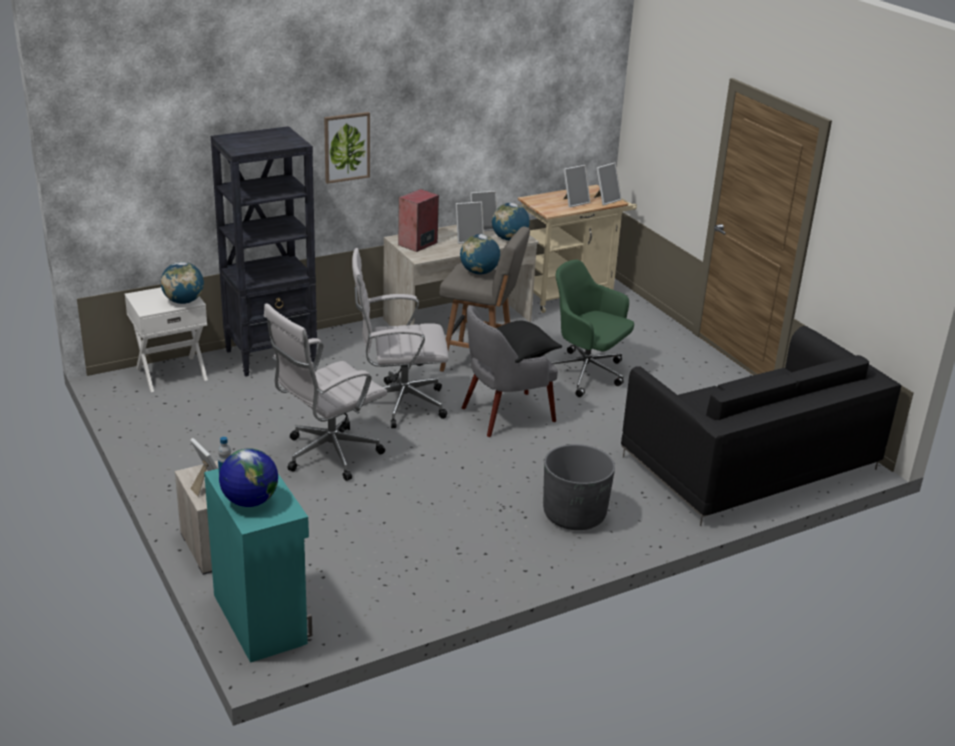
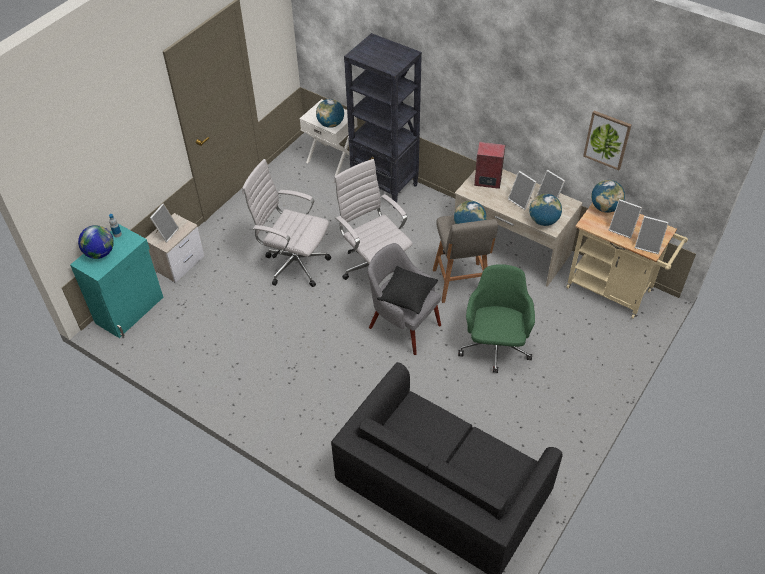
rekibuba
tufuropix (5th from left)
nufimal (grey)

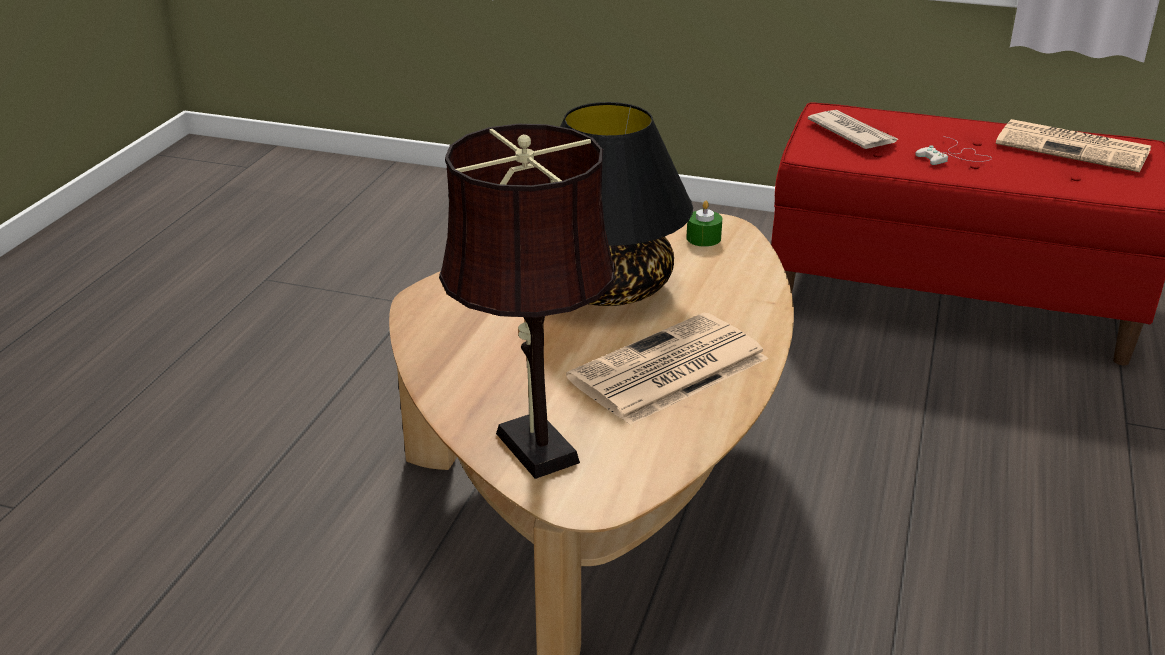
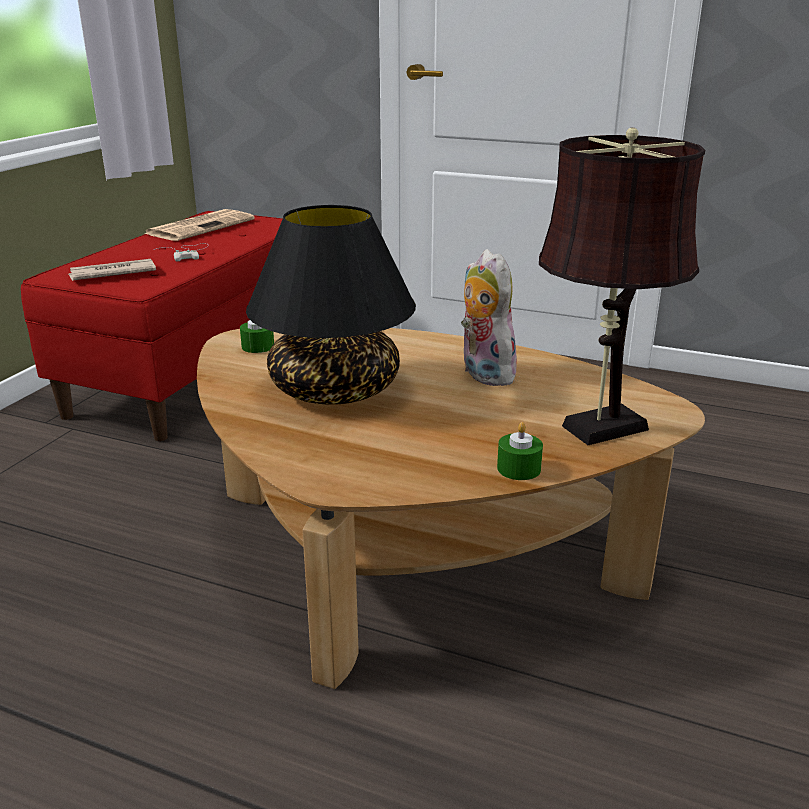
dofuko
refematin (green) (2nd from left)

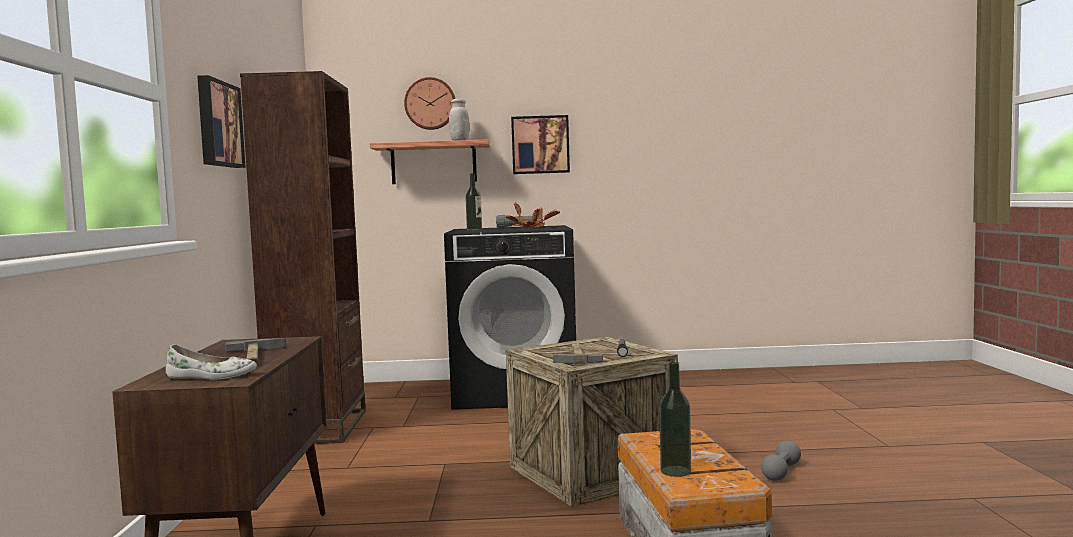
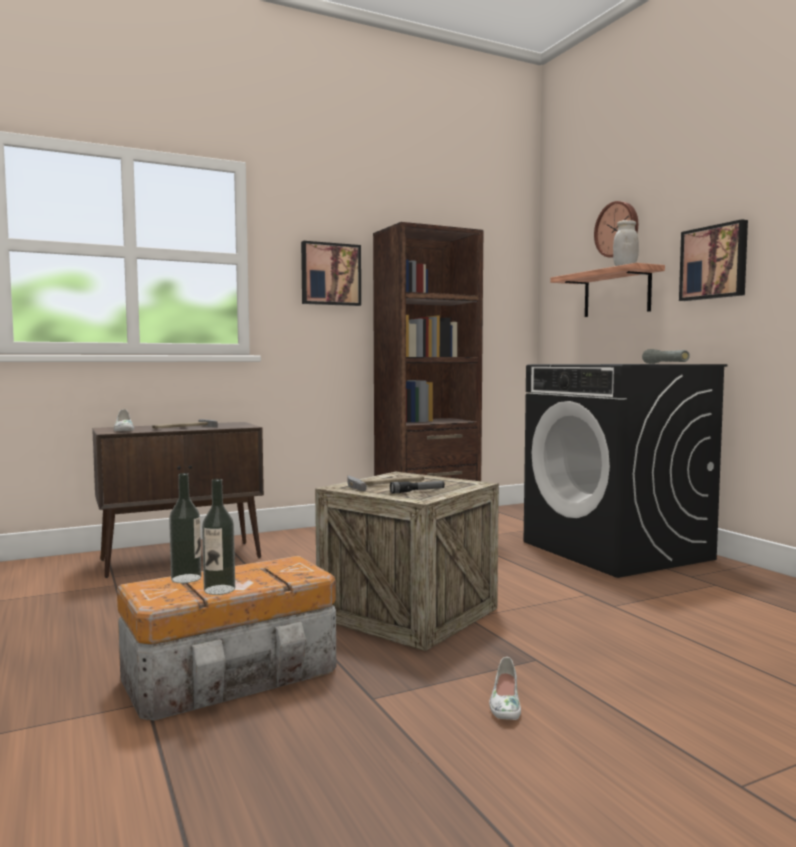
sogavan (2nd from left)
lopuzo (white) (2nd from left)
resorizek

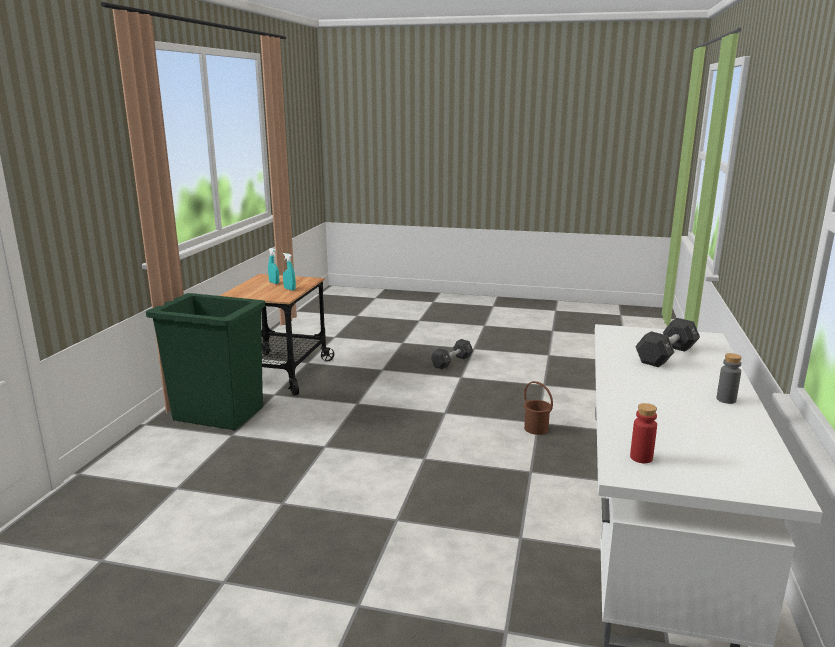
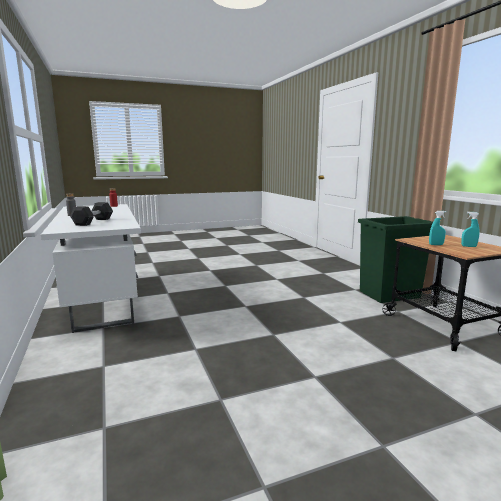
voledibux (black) (1st from left in the first image)
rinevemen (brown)

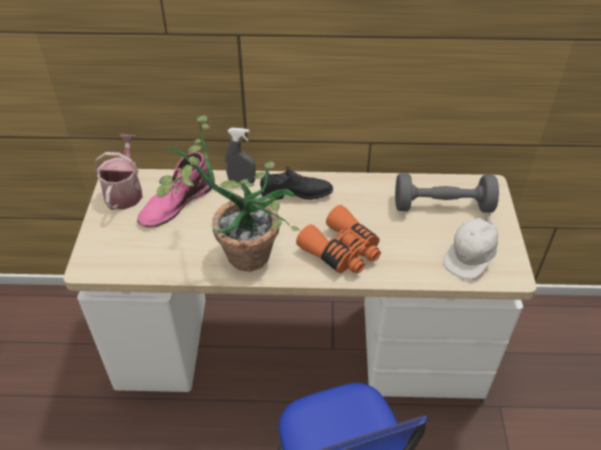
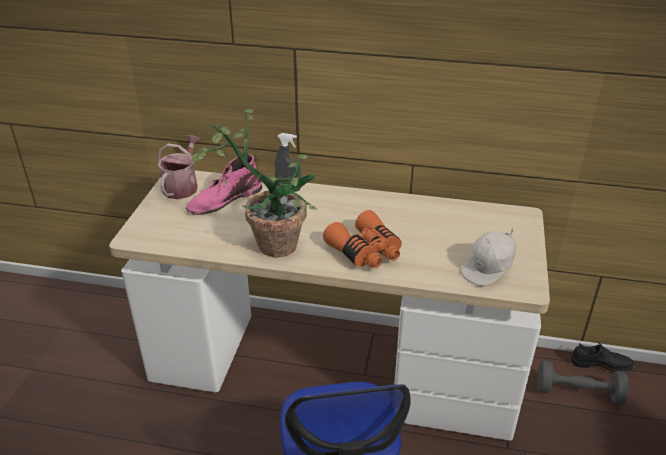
voledibux (grey)
lopuzo (black)

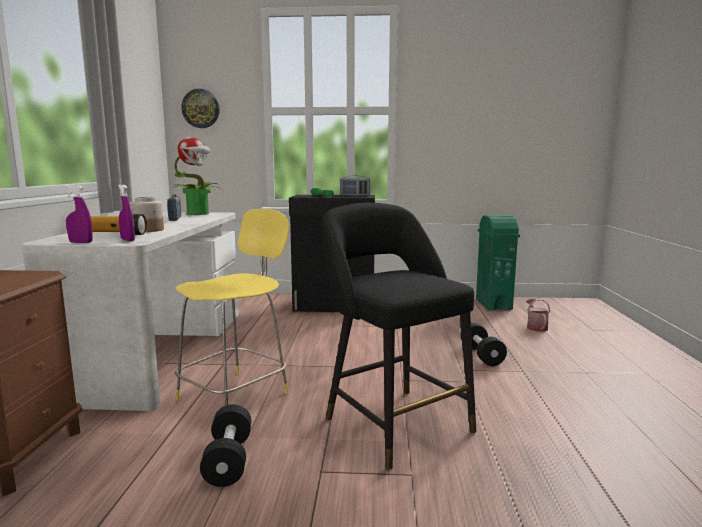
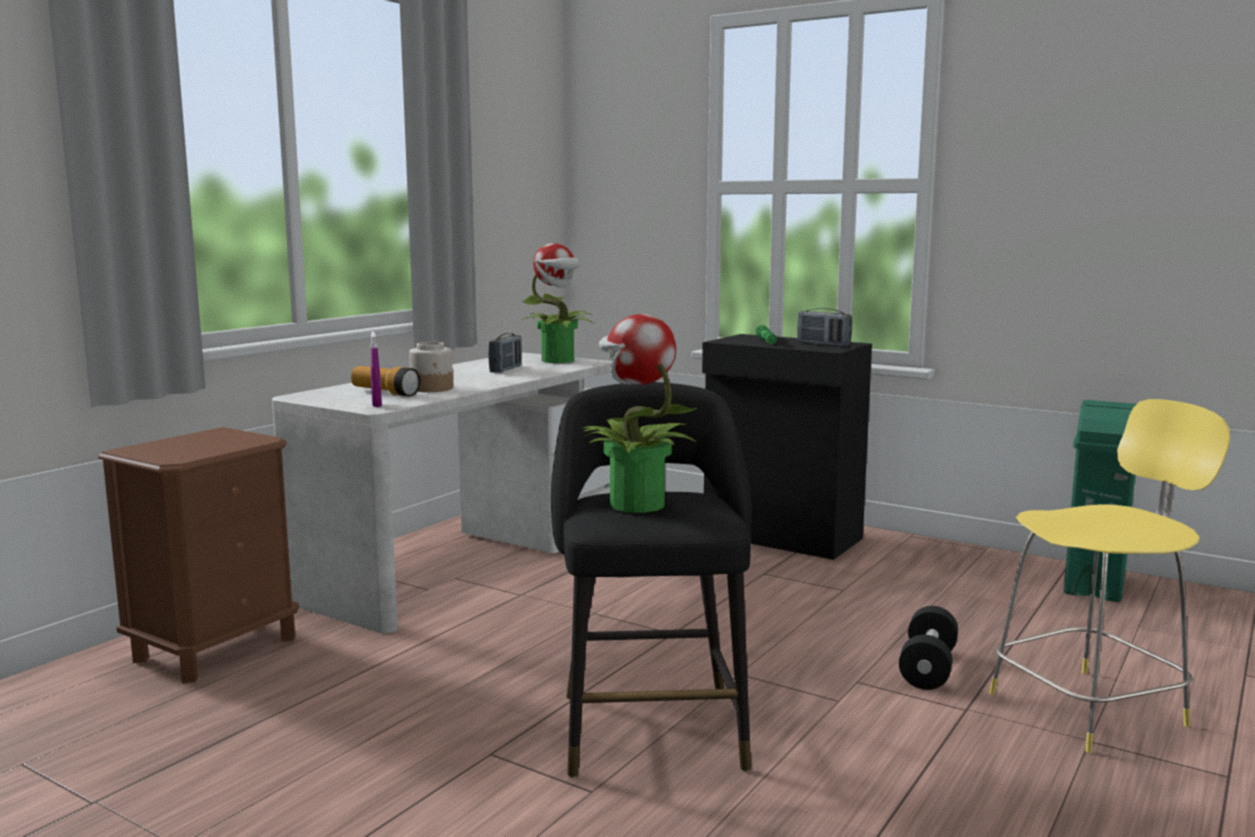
resorizek (2nd from left)
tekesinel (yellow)
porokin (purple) (1st from left in the first image)
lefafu
voledibux (black) (1st from left in the first image)
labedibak

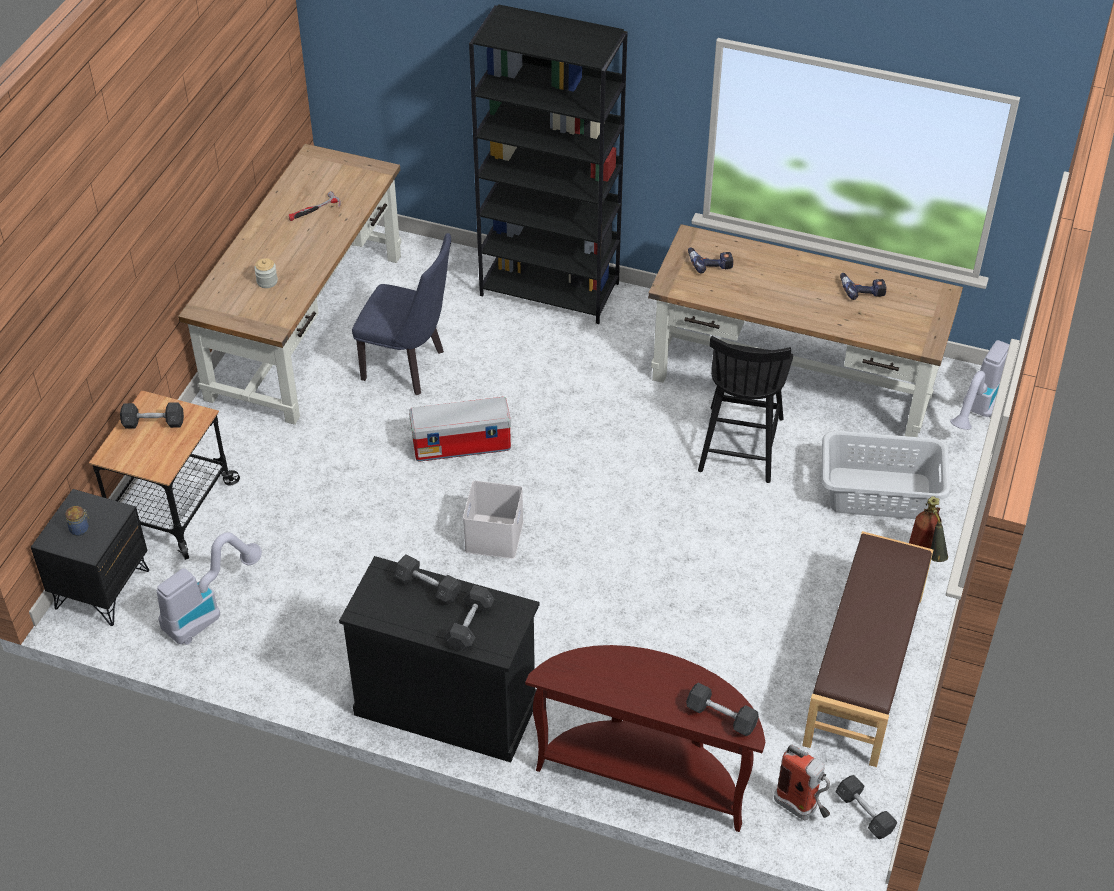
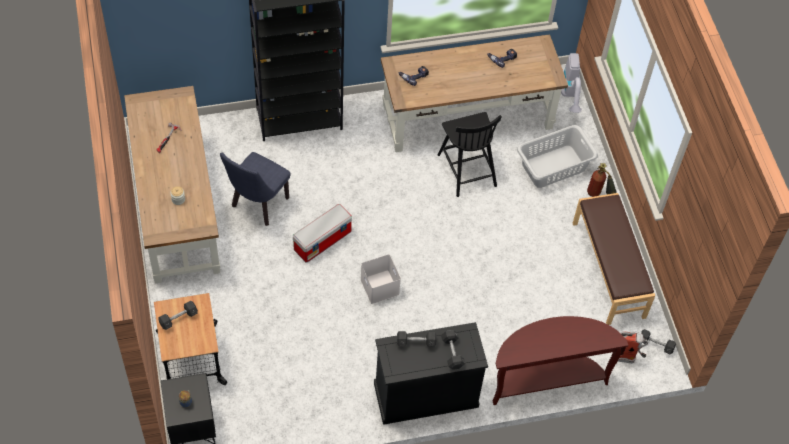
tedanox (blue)
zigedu (1st from left in the first image)
voledibux (grey) (4th from left in the first image)

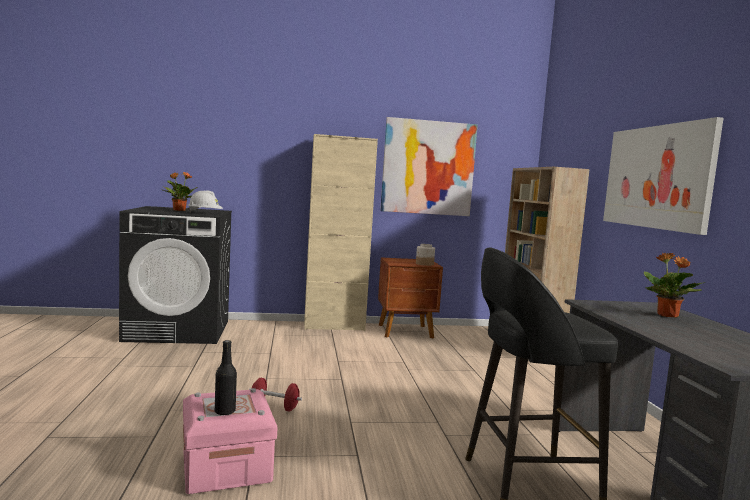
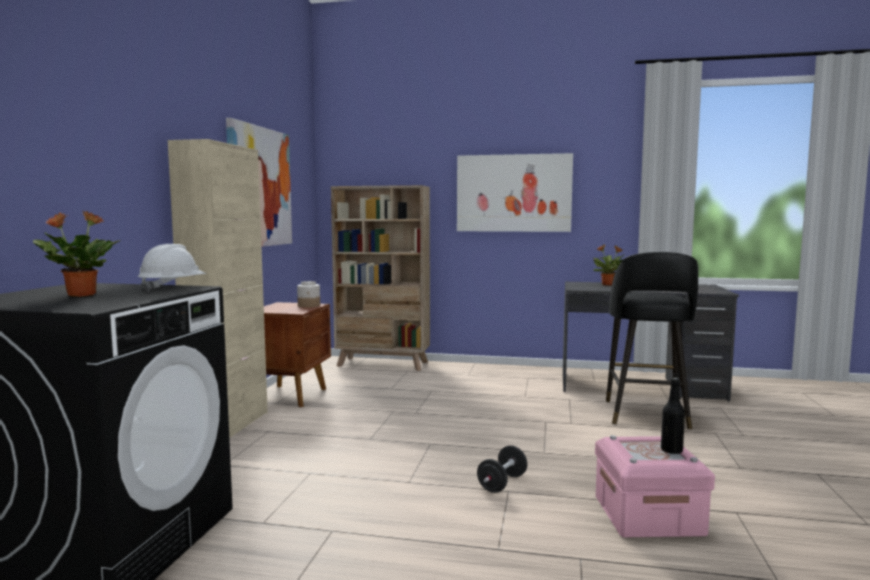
voledibux (black)

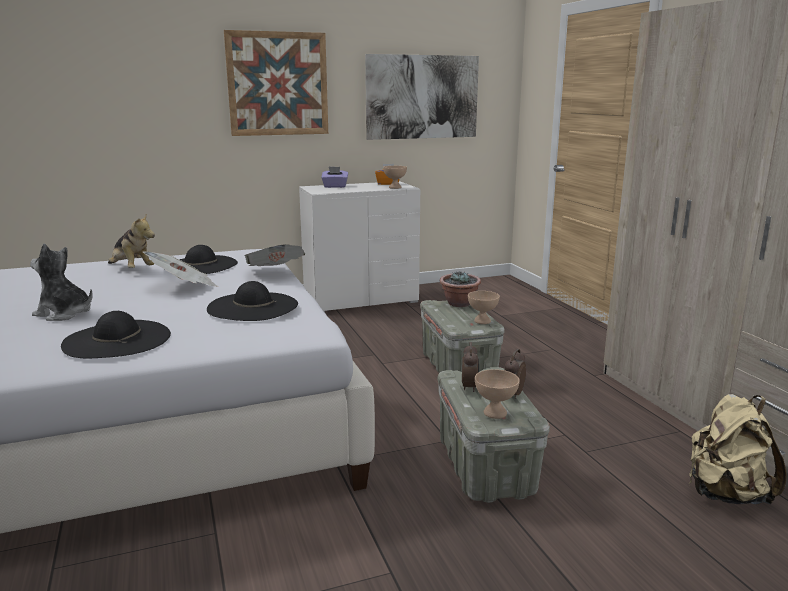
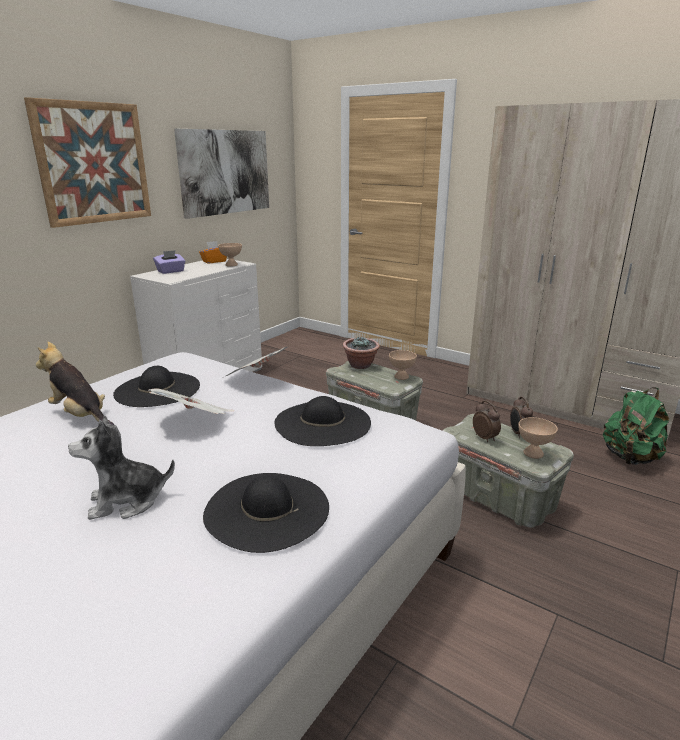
dofuko (1st from left)
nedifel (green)

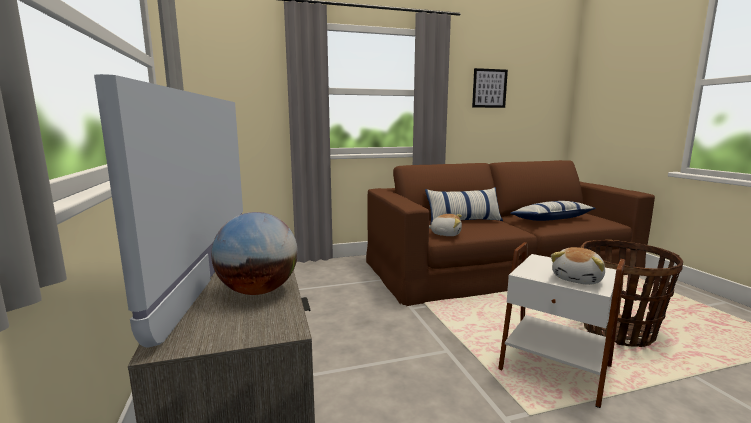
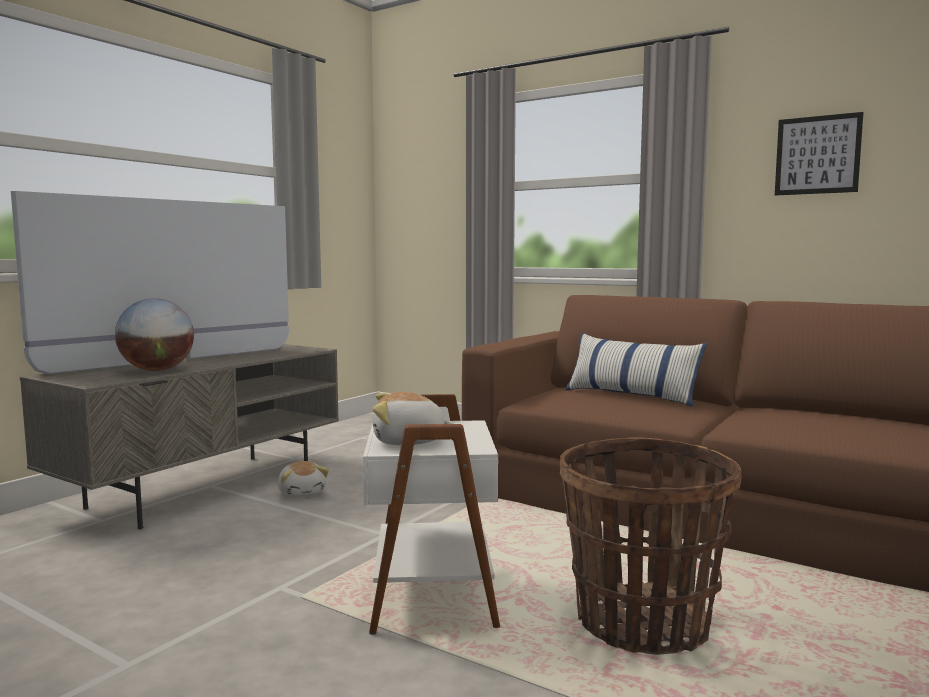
dofuko (1st from left)
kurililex (2nd from left in the first image)

